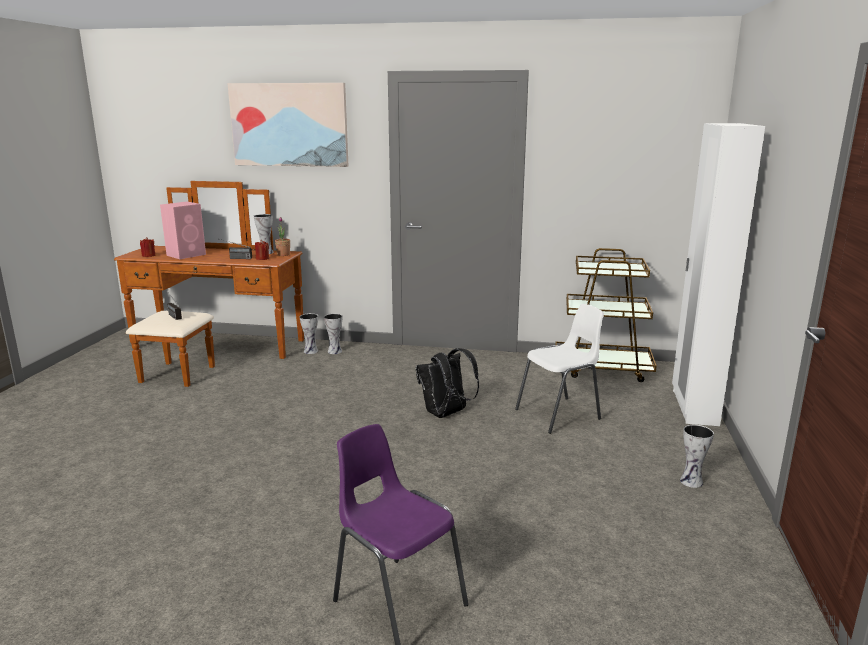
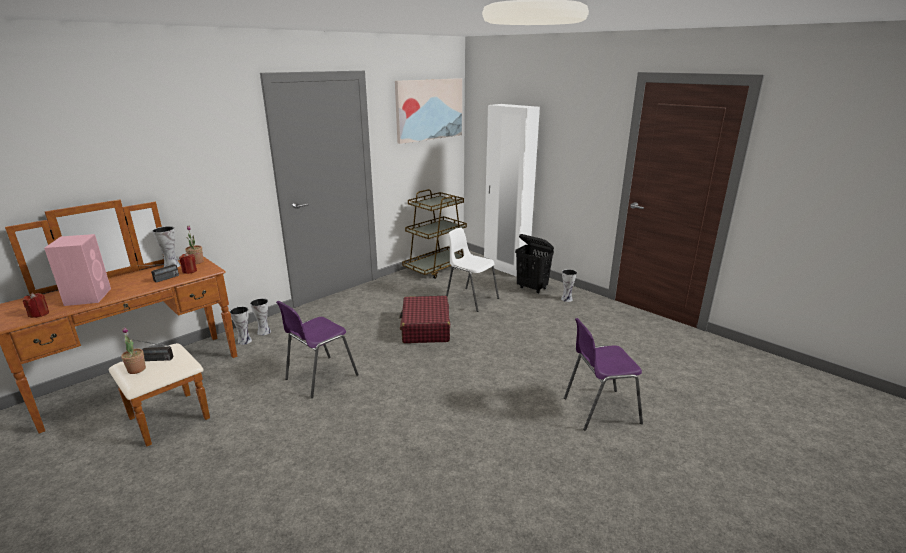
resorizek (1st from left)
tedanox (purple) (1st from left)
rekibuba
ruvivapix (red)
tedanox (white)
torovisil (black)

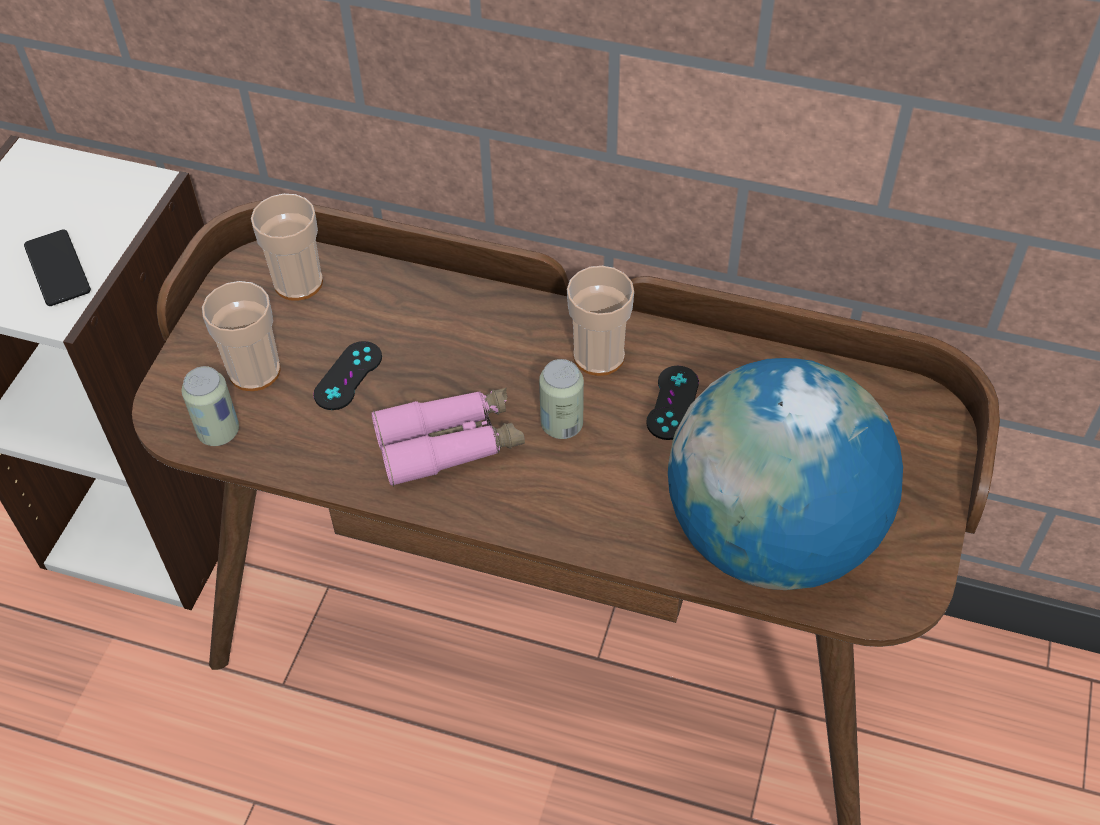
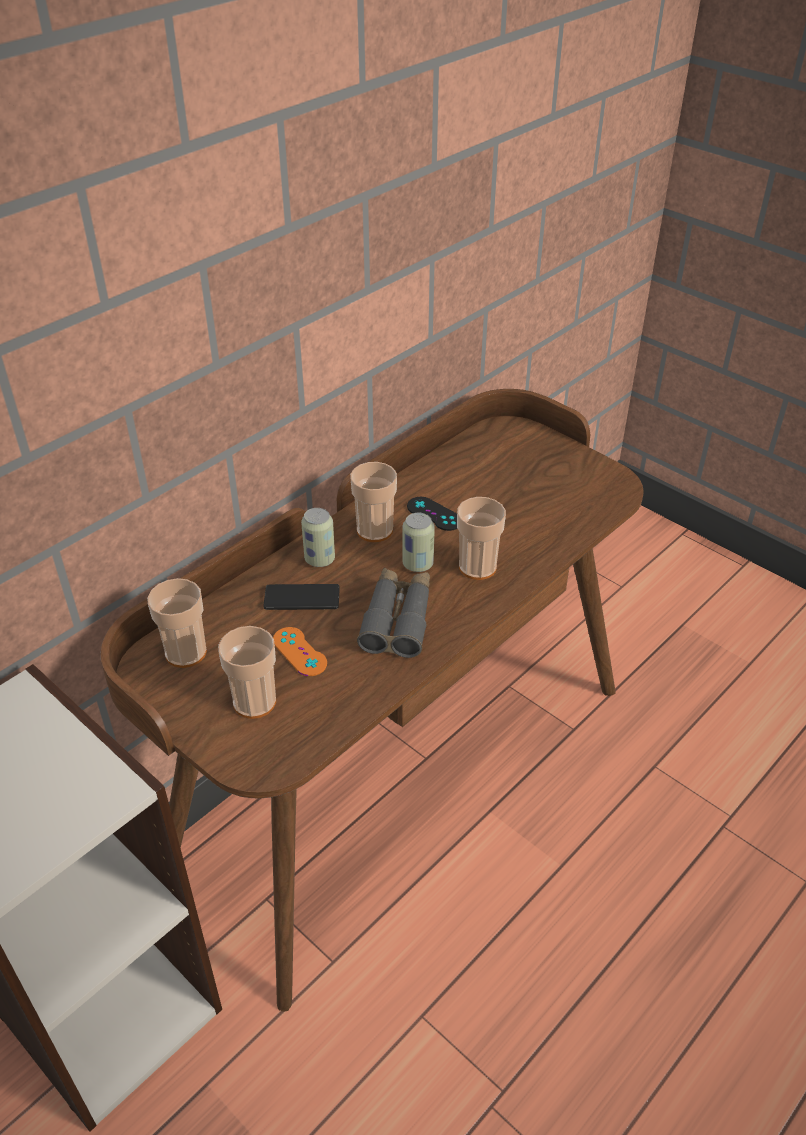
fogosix
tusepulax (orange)
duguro (1st from left)
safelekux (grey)
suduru (4th from left)
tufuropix

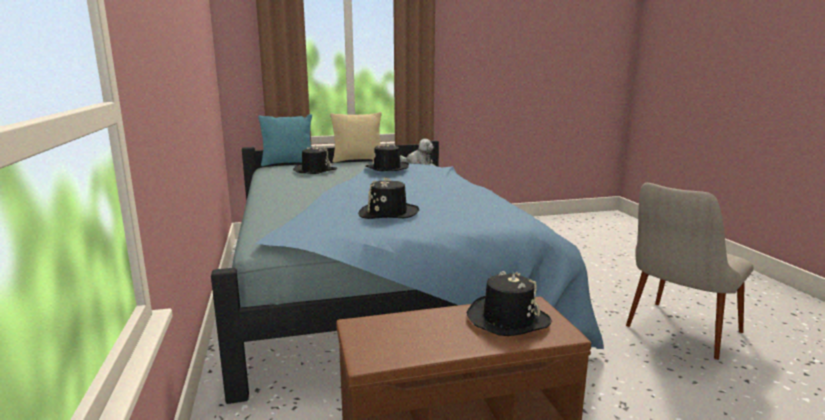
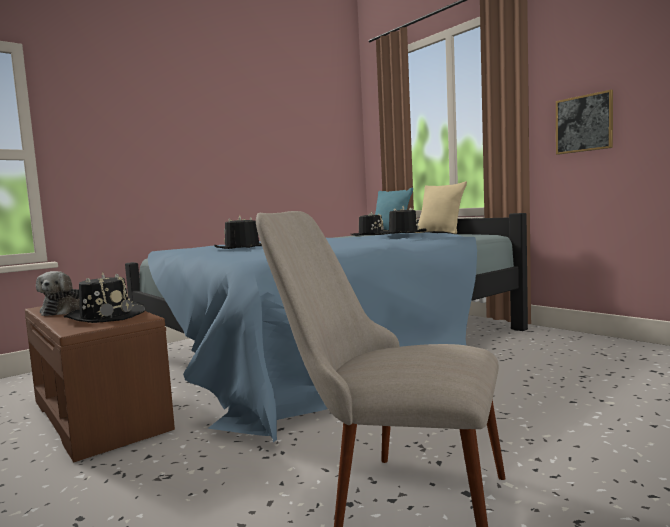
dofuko
rekibuba

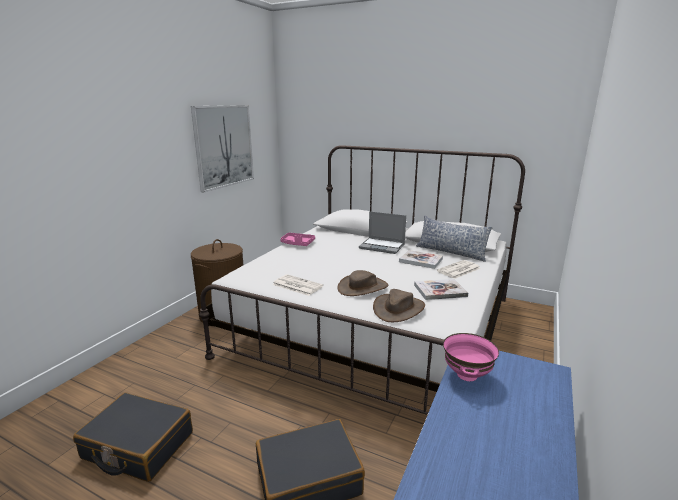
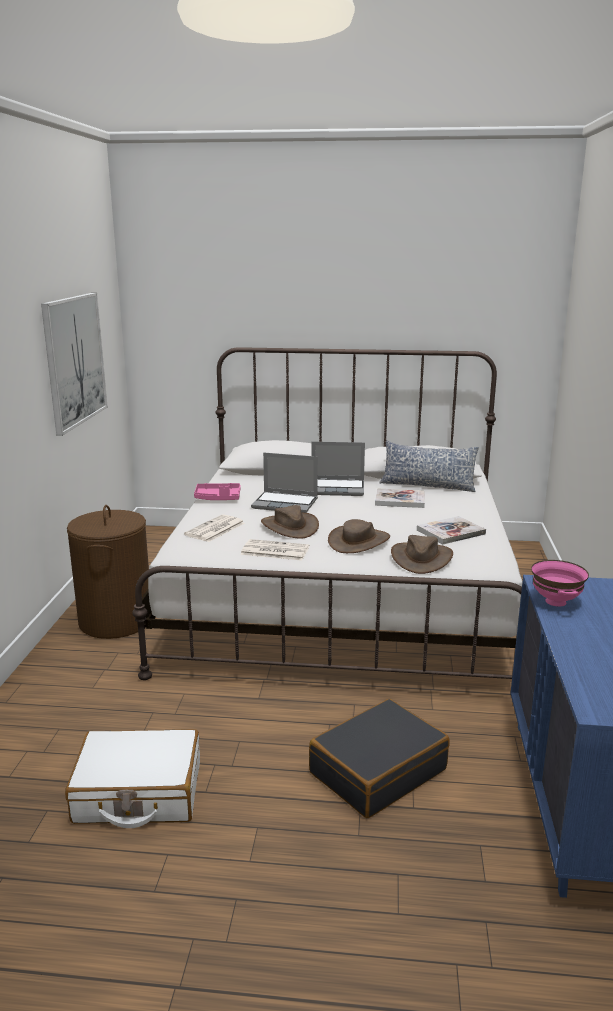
ruvivapix (white)
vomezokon (1st from left)
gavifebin (1st from left)
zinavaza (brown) (1st from left)

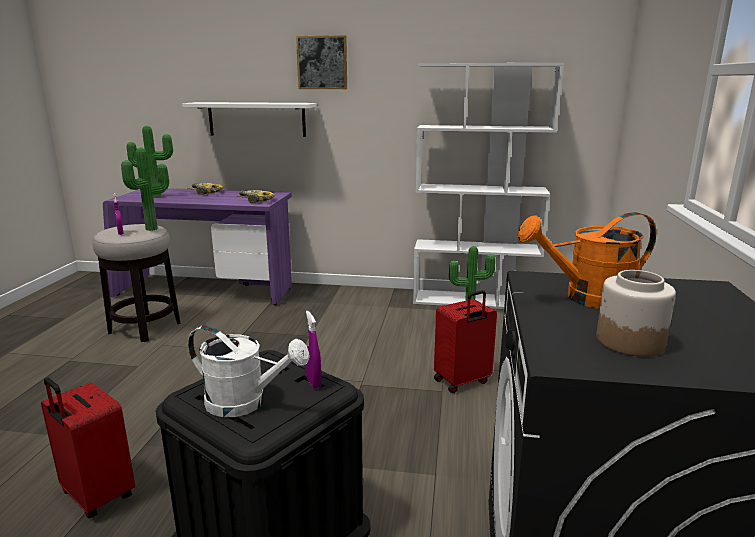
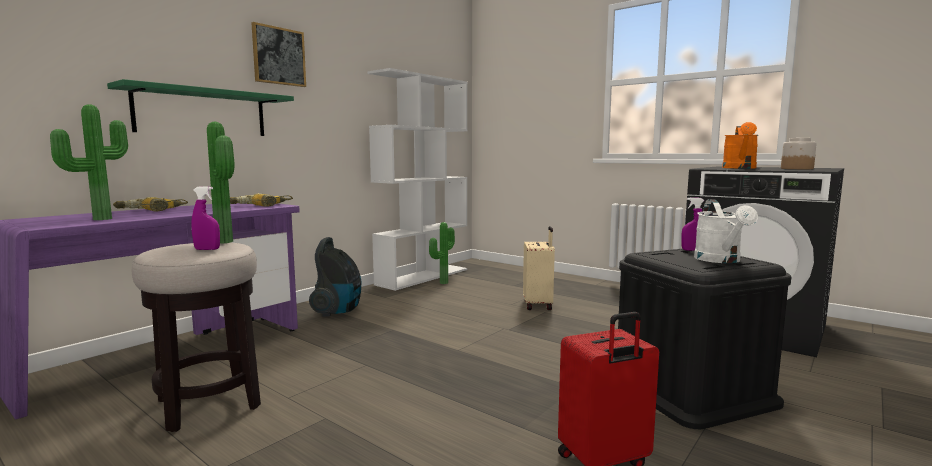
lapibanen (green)
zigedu
ruvivapix (beige)
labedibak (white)

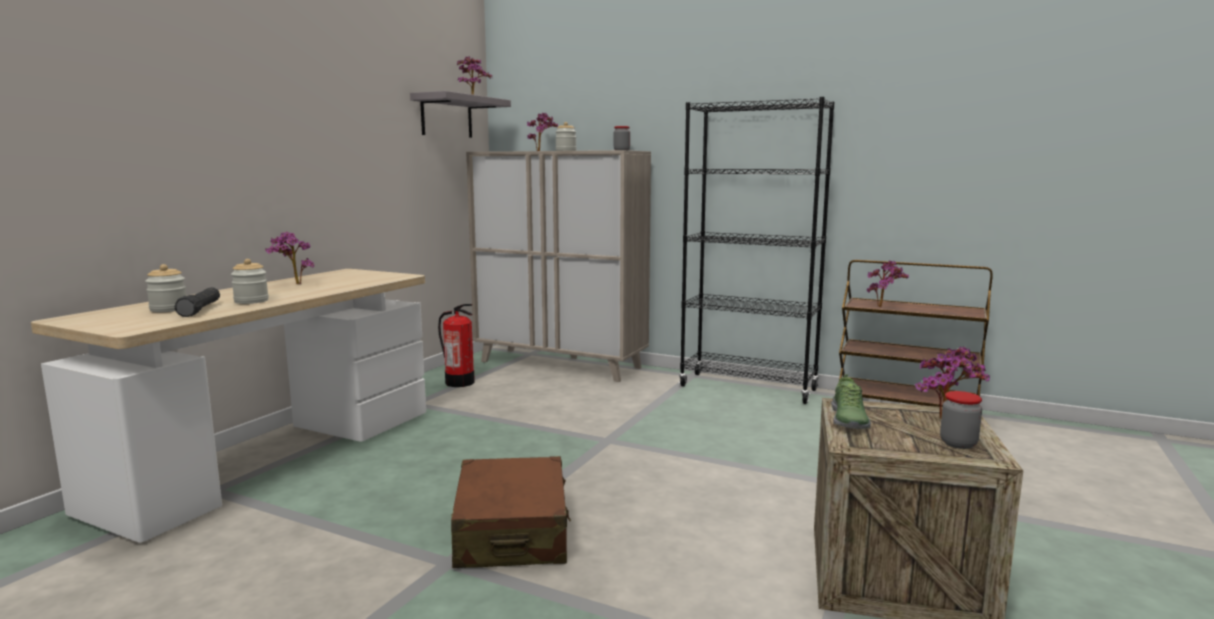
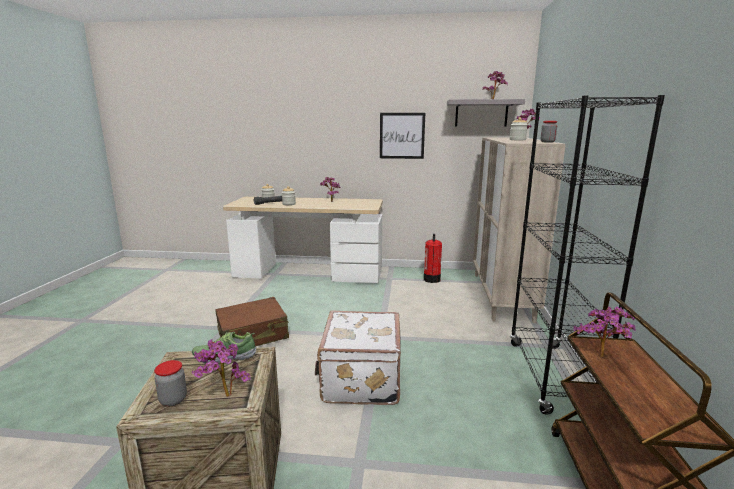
ruvivapix (white)
rekibuba

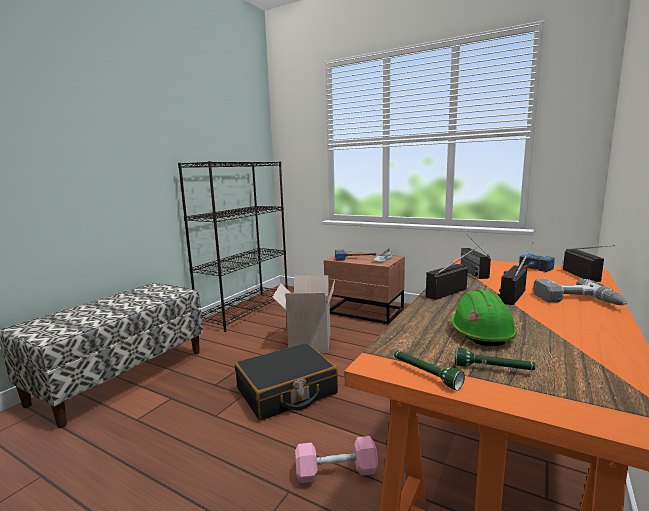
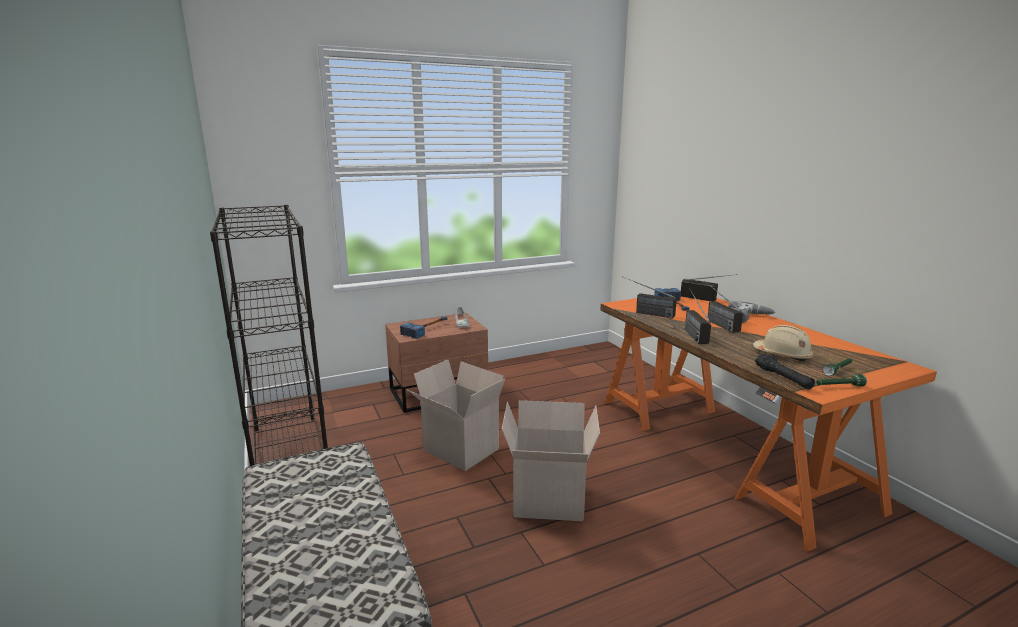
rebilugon (2nd from left)
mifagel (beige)
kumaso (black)
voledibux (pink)

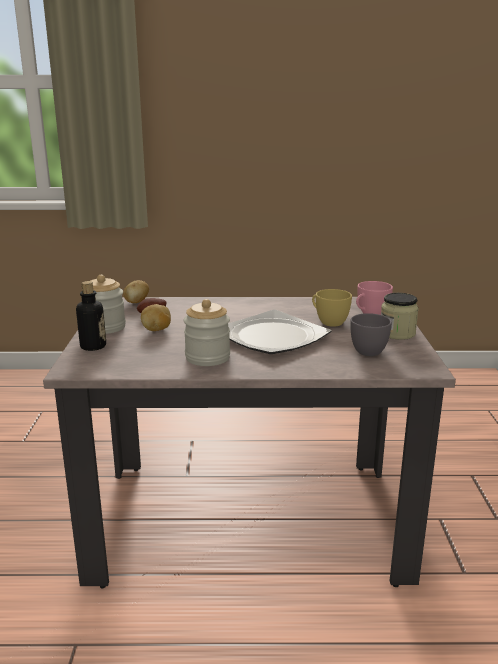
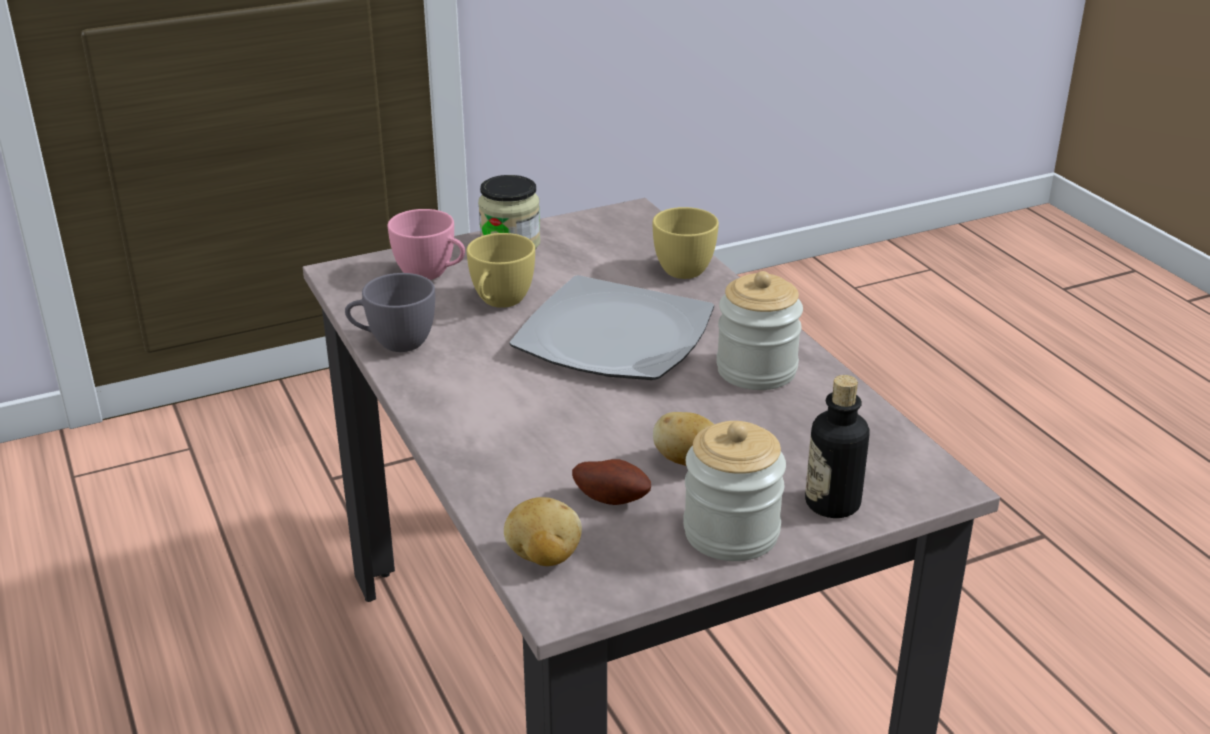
suduru (grey)
suduru (yellow) (2nd from left)

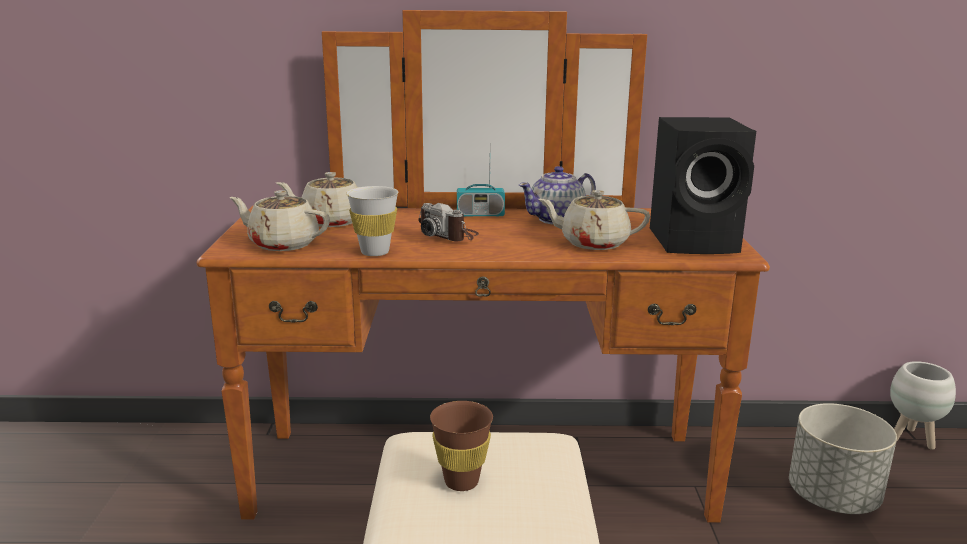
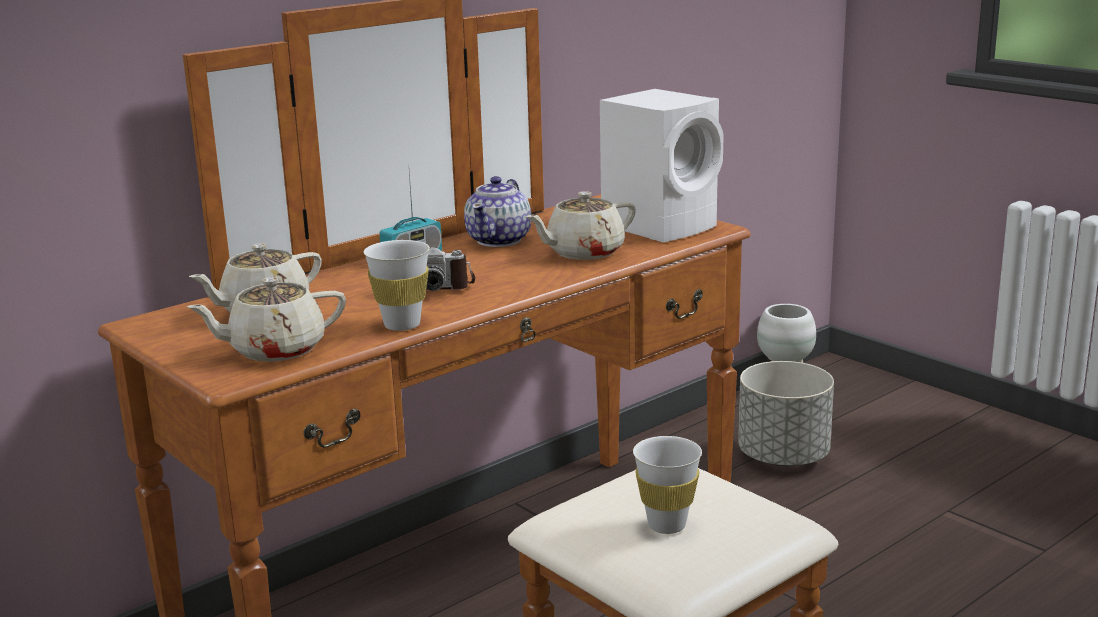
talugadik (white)
suduru (white) (2nd from left)

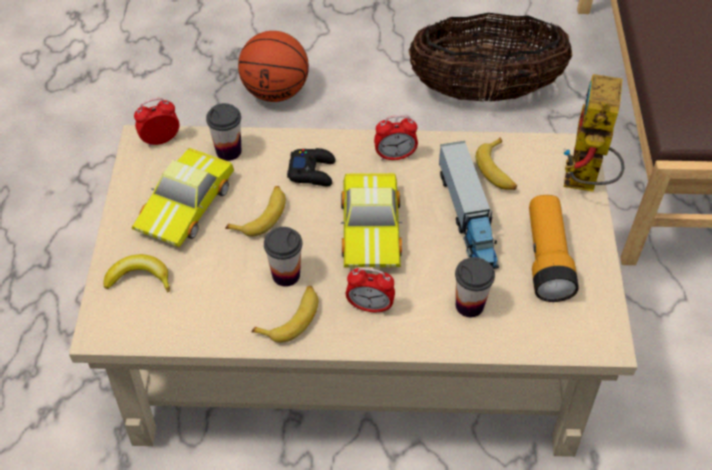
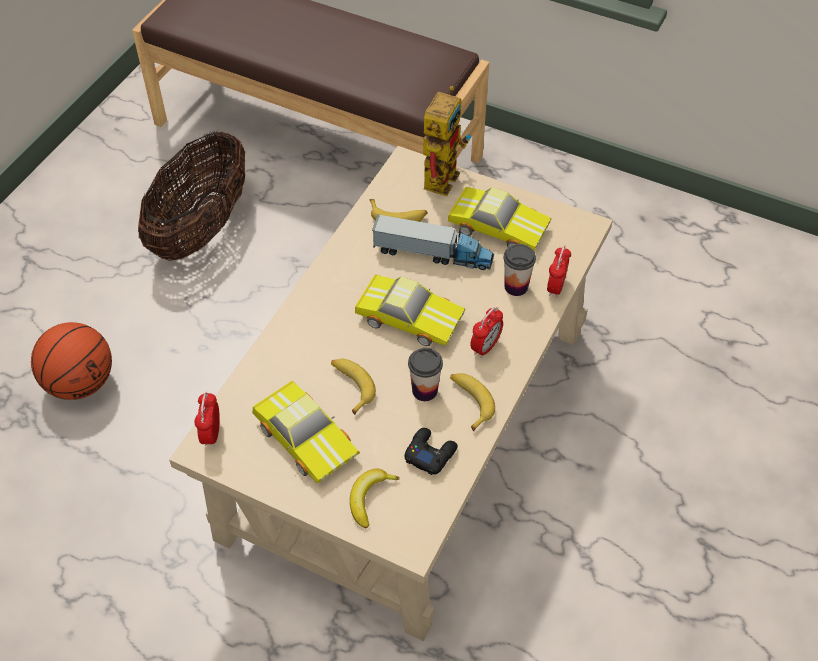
tusepulax (black)
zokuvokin
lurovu (3rd from left)
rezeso (3rd from left)
suduru (1st from left in the first image)

